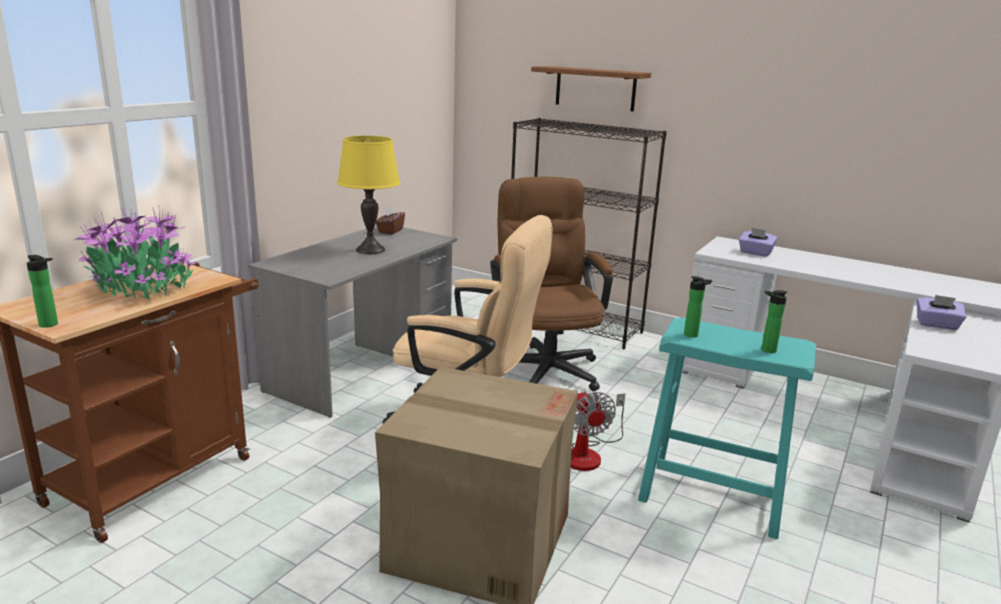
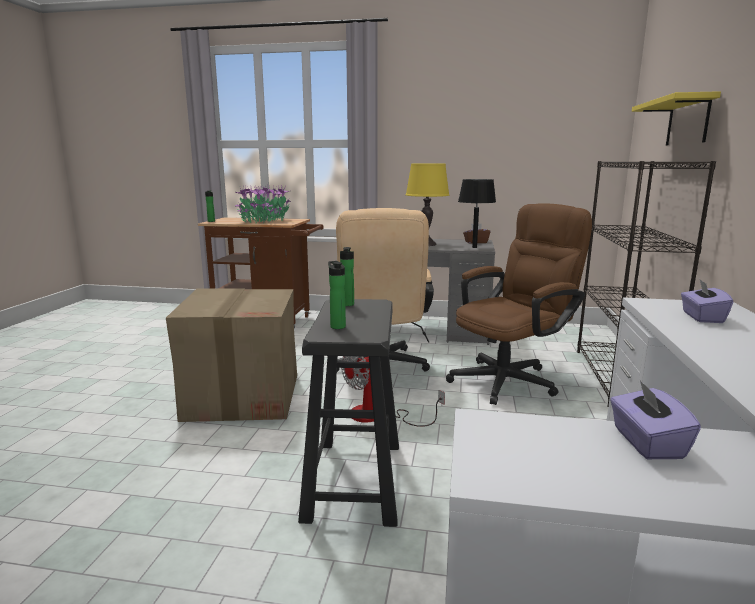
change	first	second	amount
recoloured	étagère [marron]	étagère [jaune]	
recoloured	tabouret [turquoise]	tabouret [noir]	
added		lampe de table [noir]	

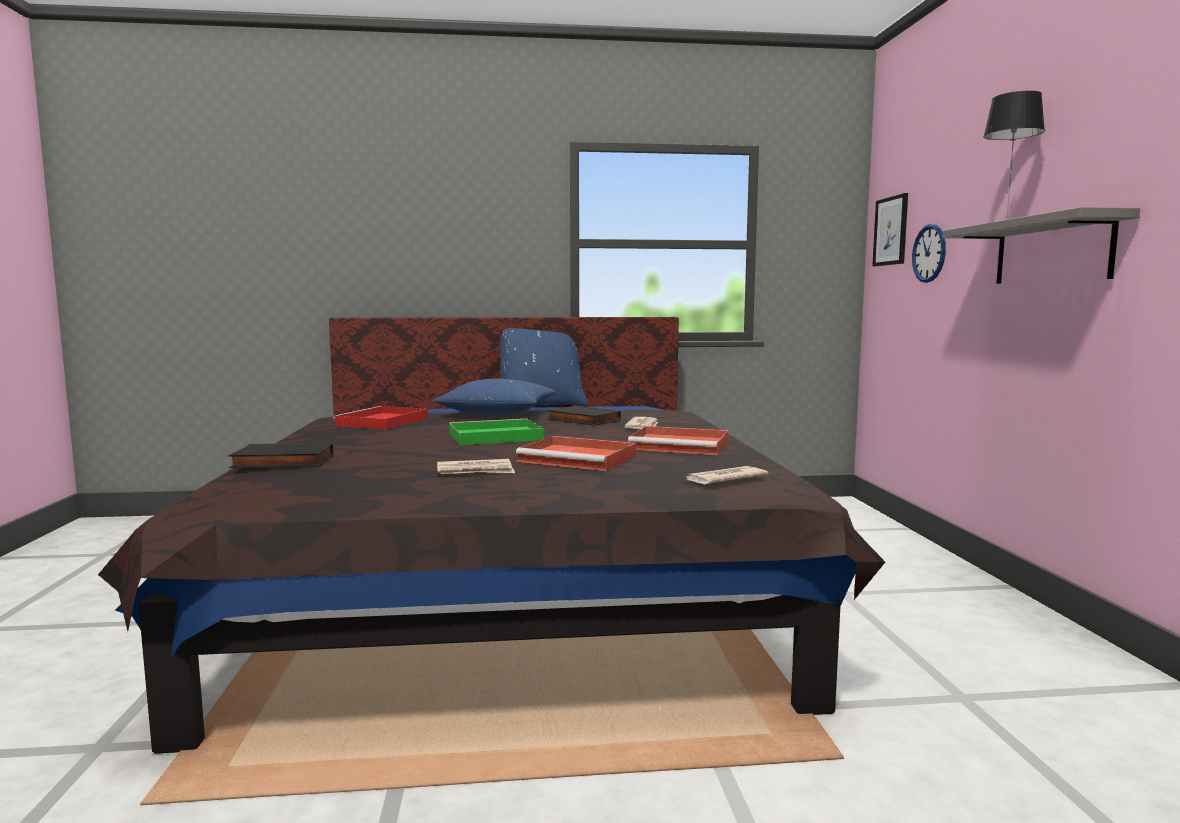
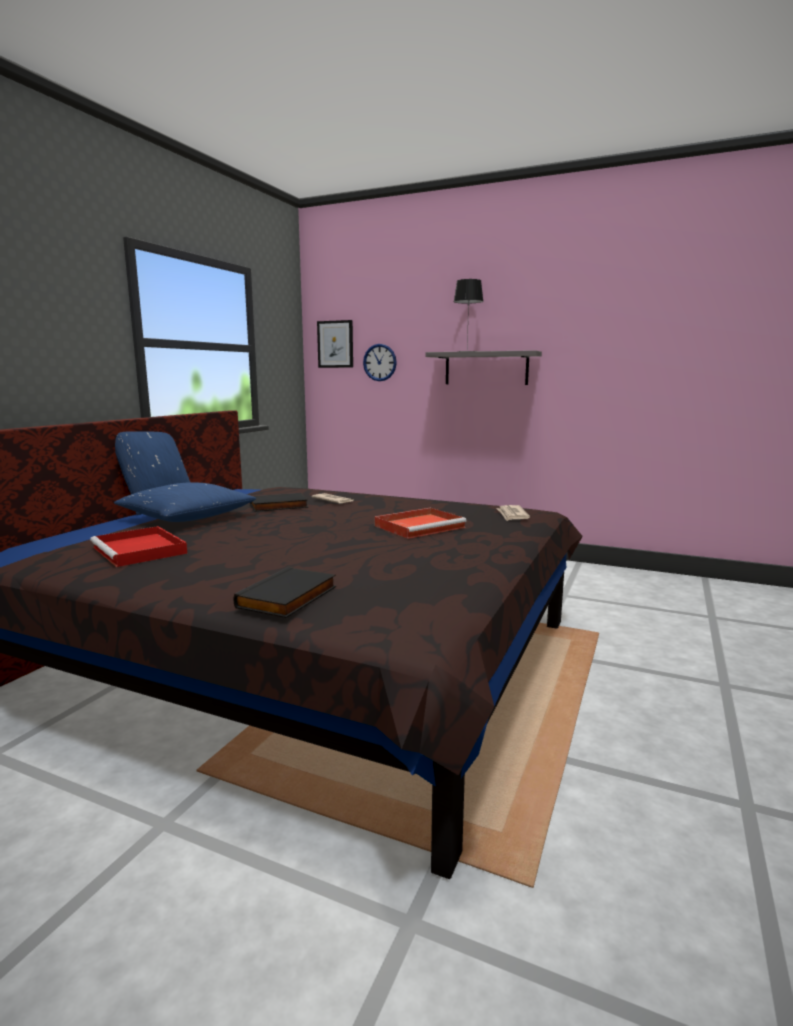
change	first	second	amount
removed	journal (1st from left)		
removed	plateau [vert]		
removed	plateau [rouge] (3rd from left)		

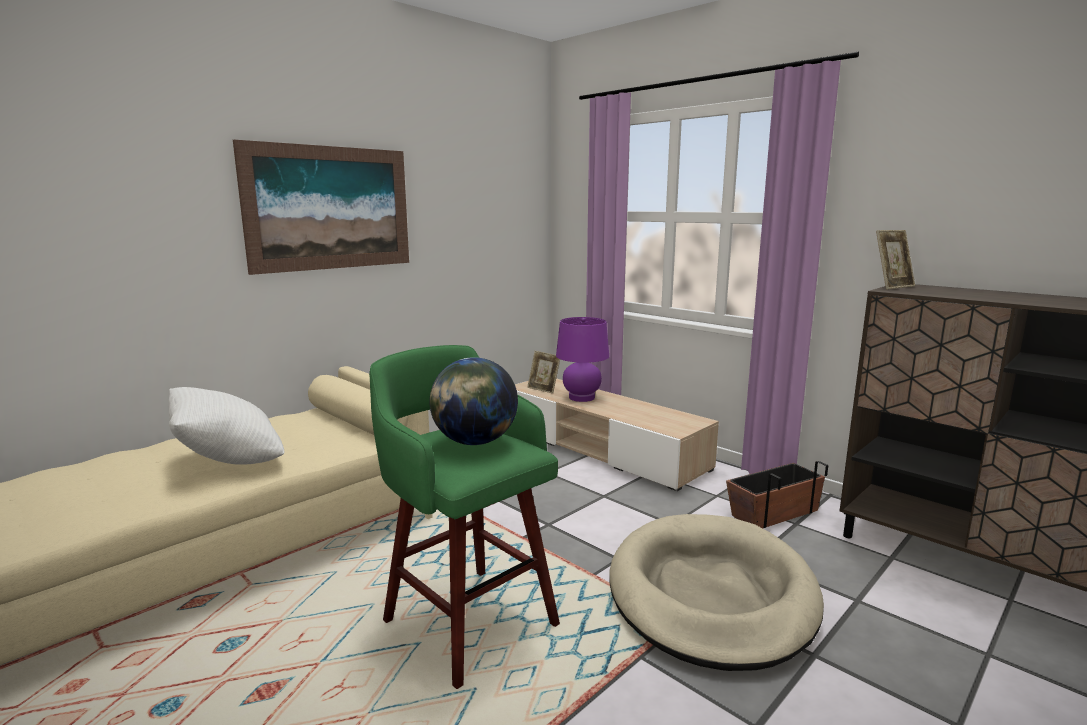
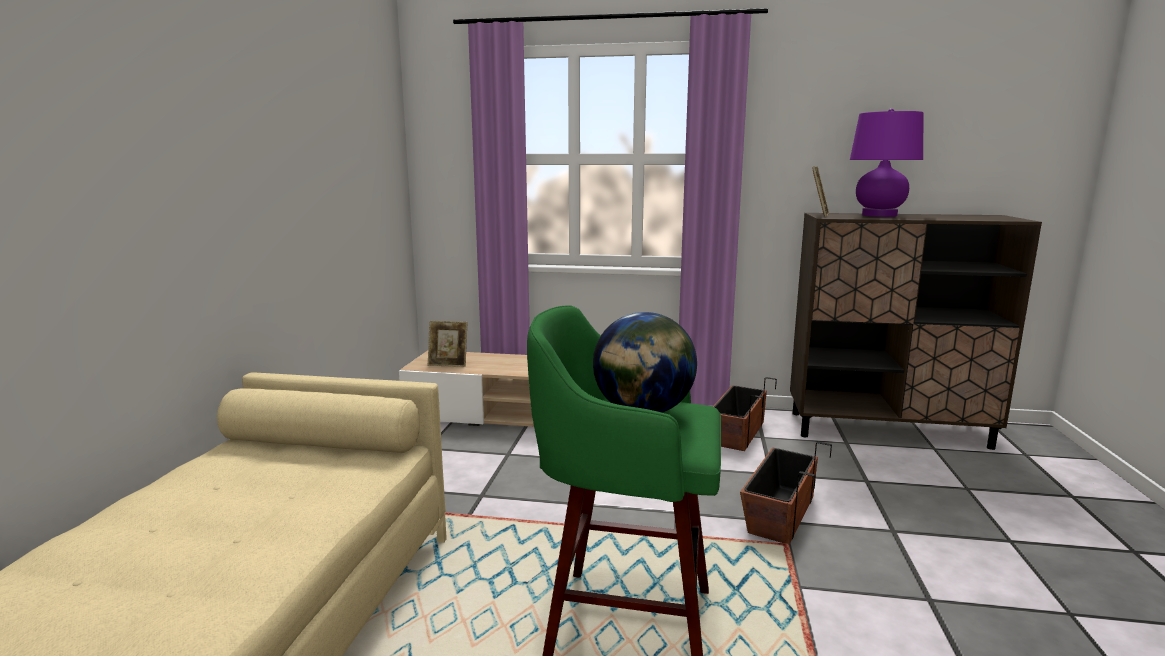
change	first	second	amount
removed	coussin [blanc]		
removed	tableau		
moved	lampe de table [violet]		
replaced	panier pour chien [beige]	cache-pot (2nd from left)	

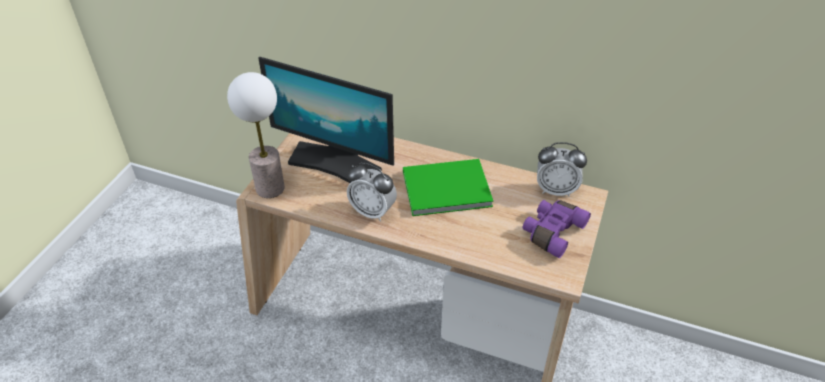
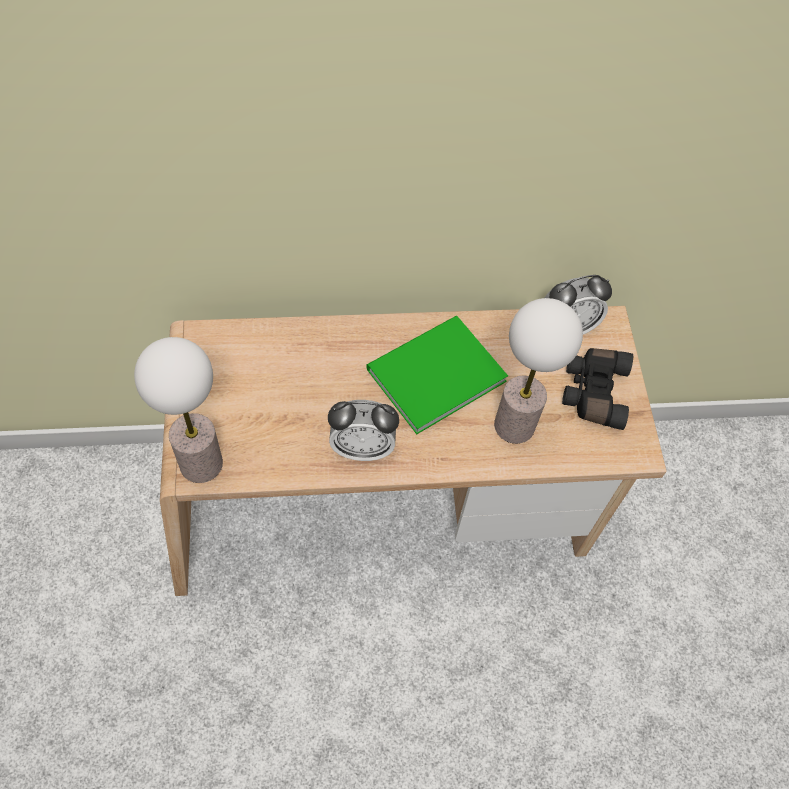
change	first	second	amount
removed	écran d'ordinateur		
recoloured	jumelles [violet]	jumelles [noir]	
added		lampe de table (2nd from left)	

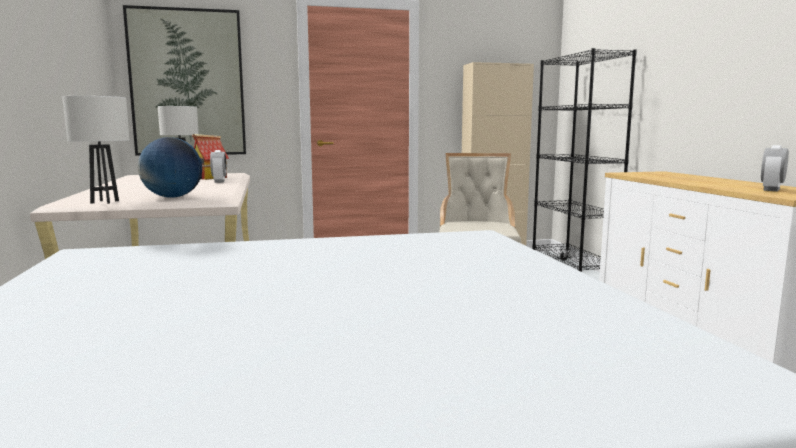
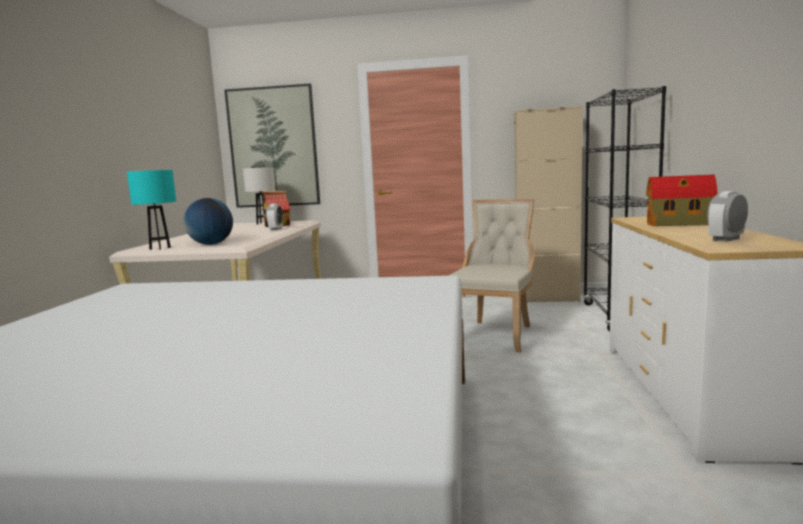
change	first	second	amount
recoloured	lampe de table [blanc] (1st from left)	lampe de table [turquoise]	
added		maison miniature (2nd from left)	

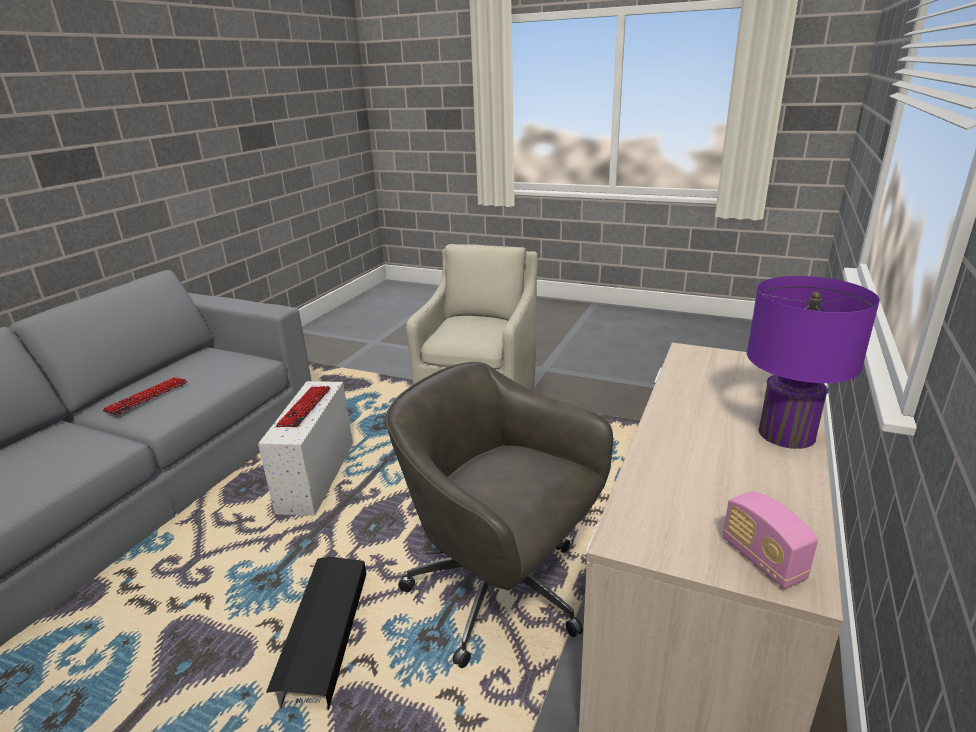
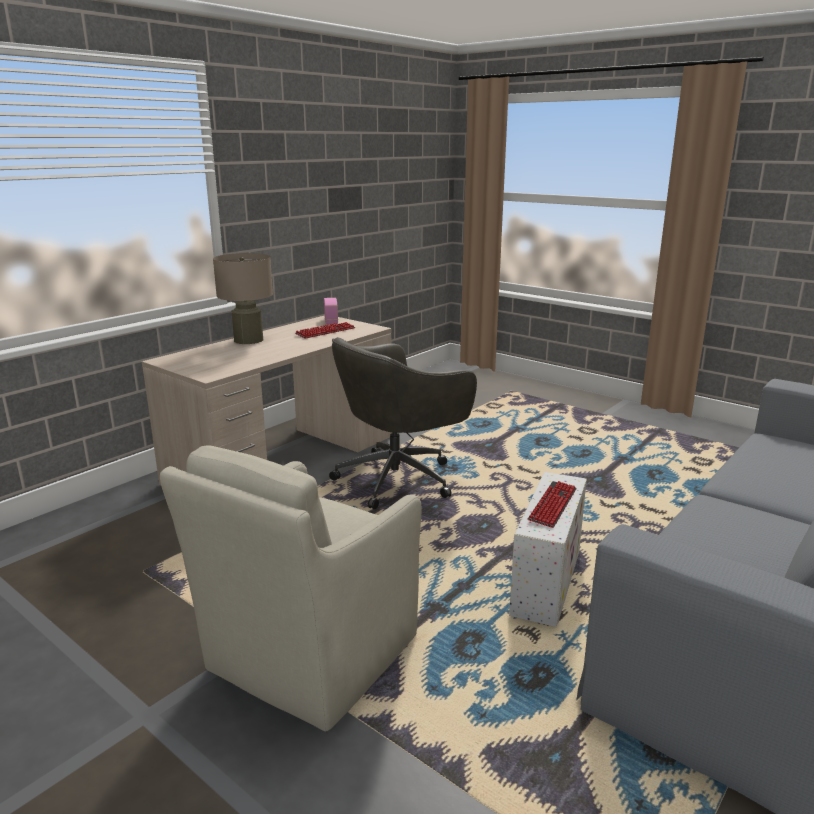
change	first	second	amount
moved	clavier (1st from left)		
removed	boîte de rangement [noir]		
turned	chaise de bureau [gris]		90 degrees clockwise
recoloured	lampe de table [violet]	lampe de table [beige]	

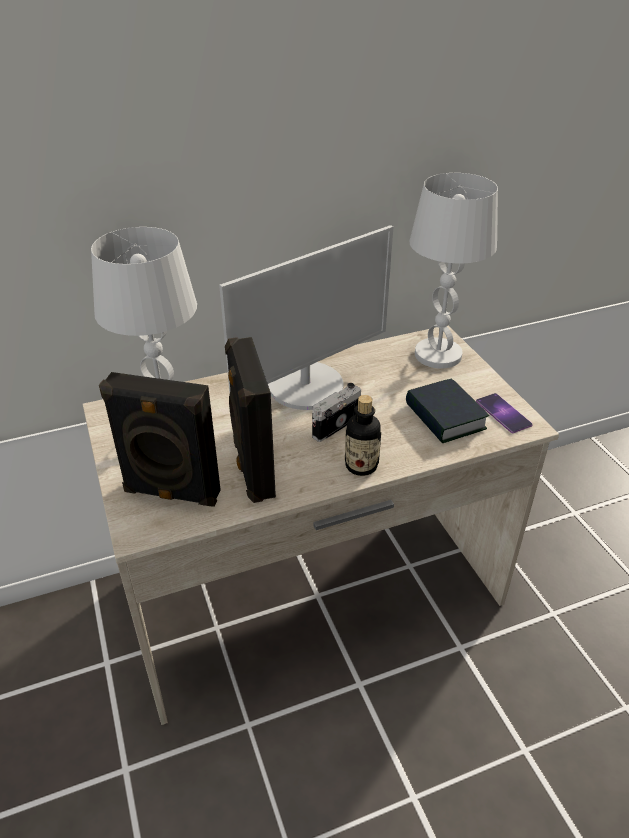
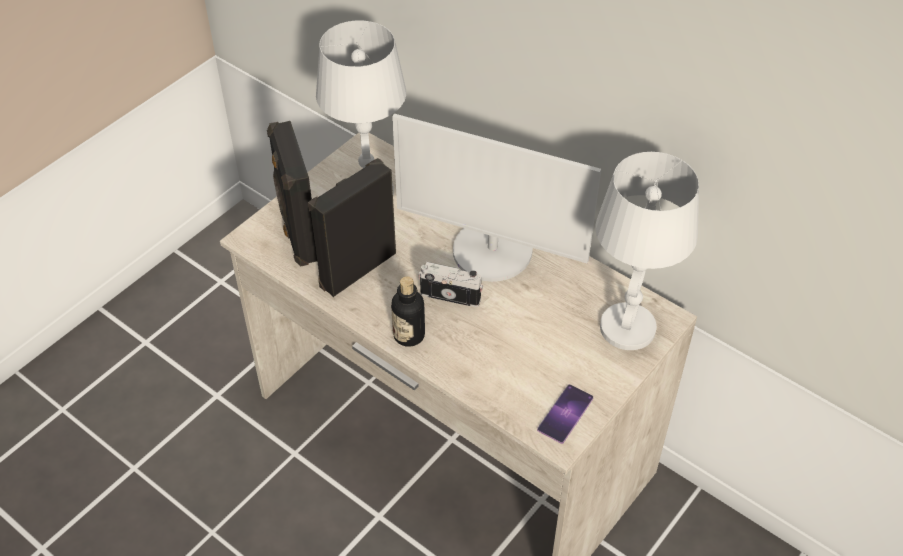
change	first	second	amount
removed	livre		

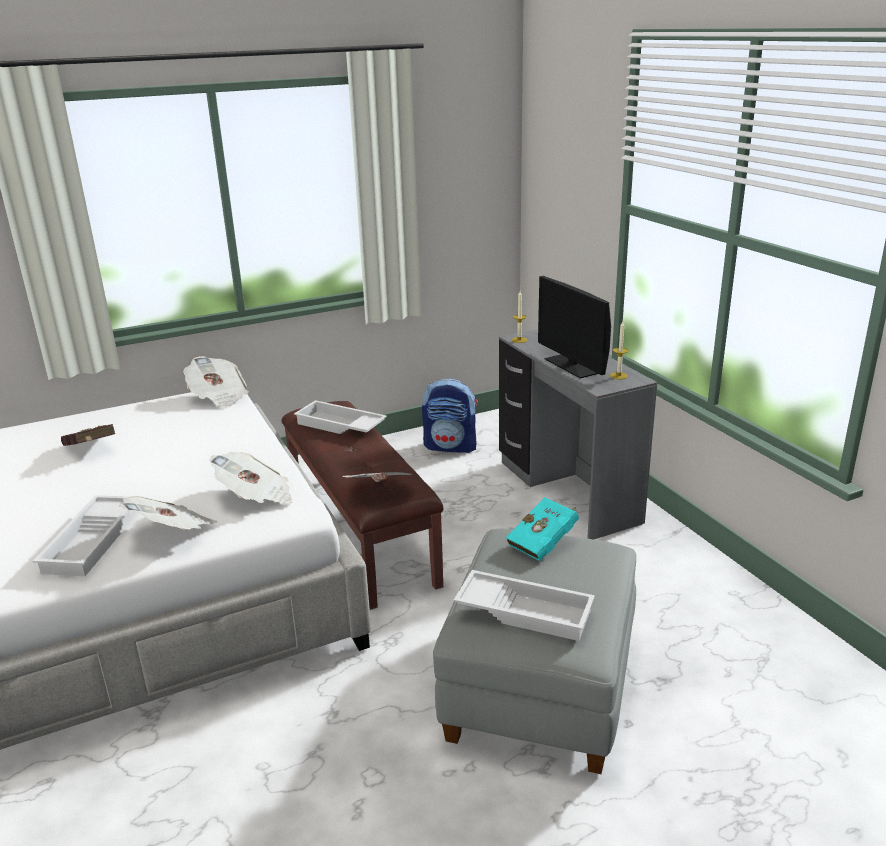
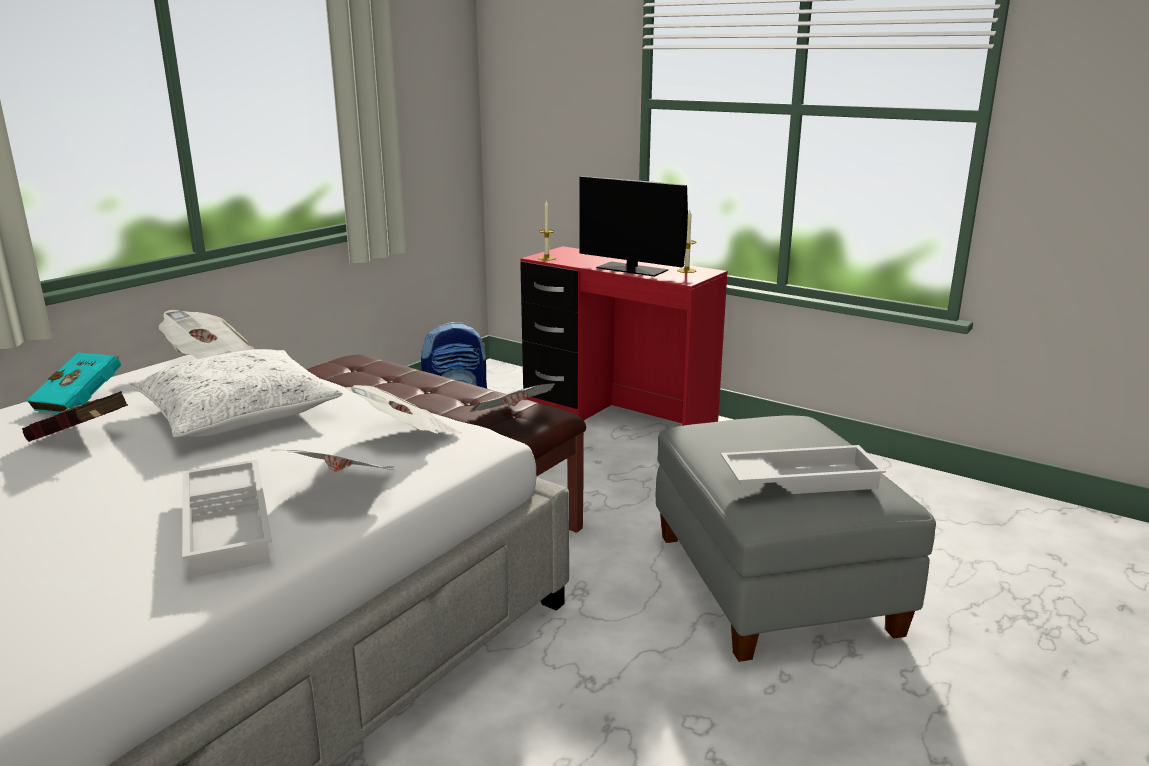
change	first	second	amount
removed	plateau [blanc] (2nd from left)		
recoloured	bureau [gris]	bureau [rouge]	
moved	livre [turquoise]		
added		coussin [blanc]	

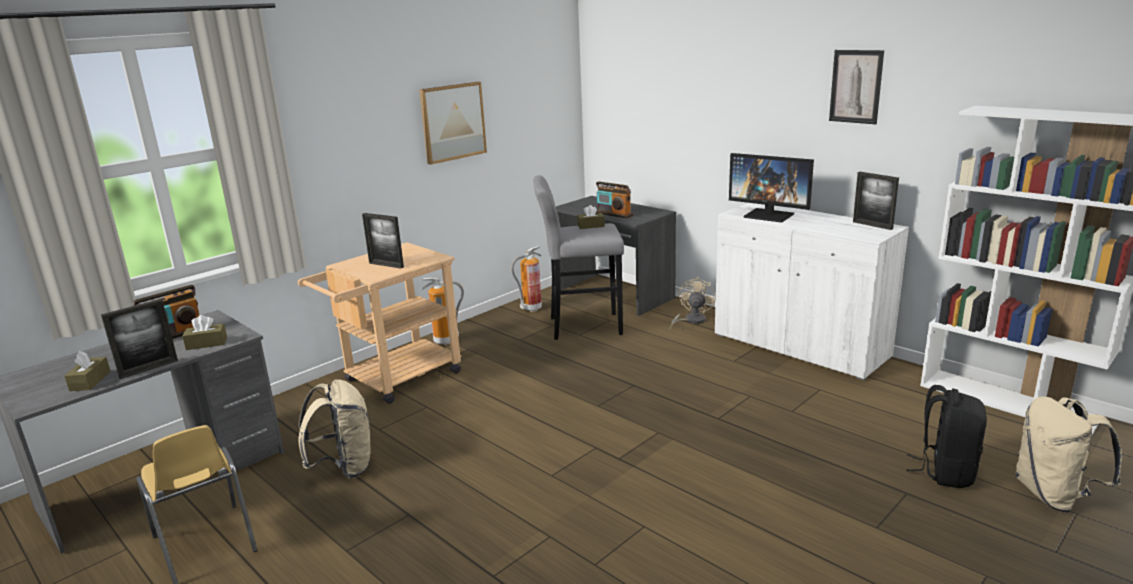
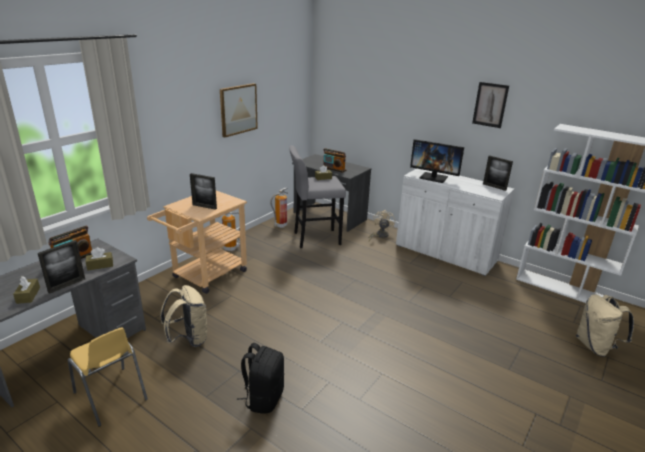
change	first	second	amount
moved	sac à dos [noir]		

